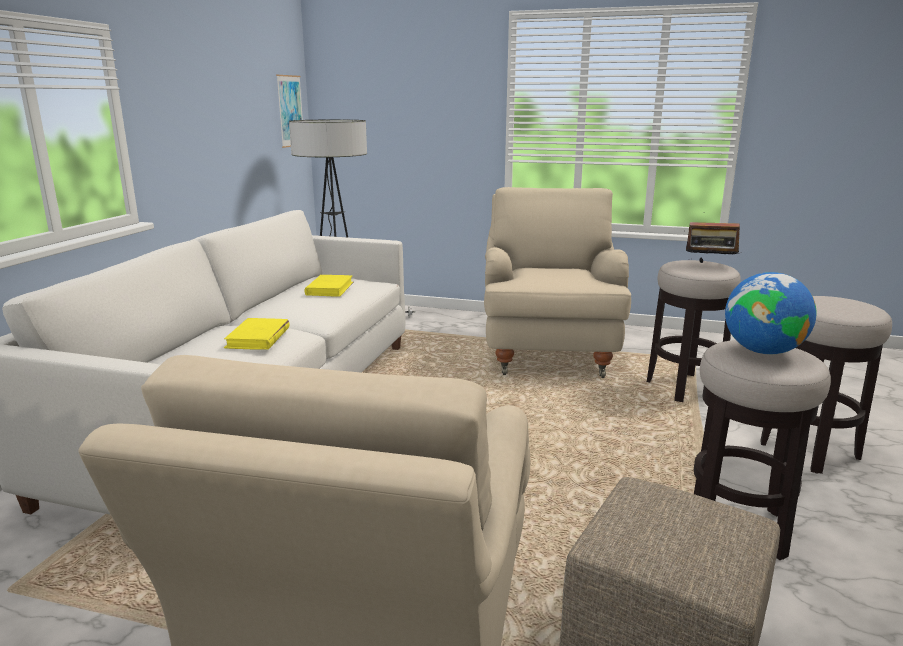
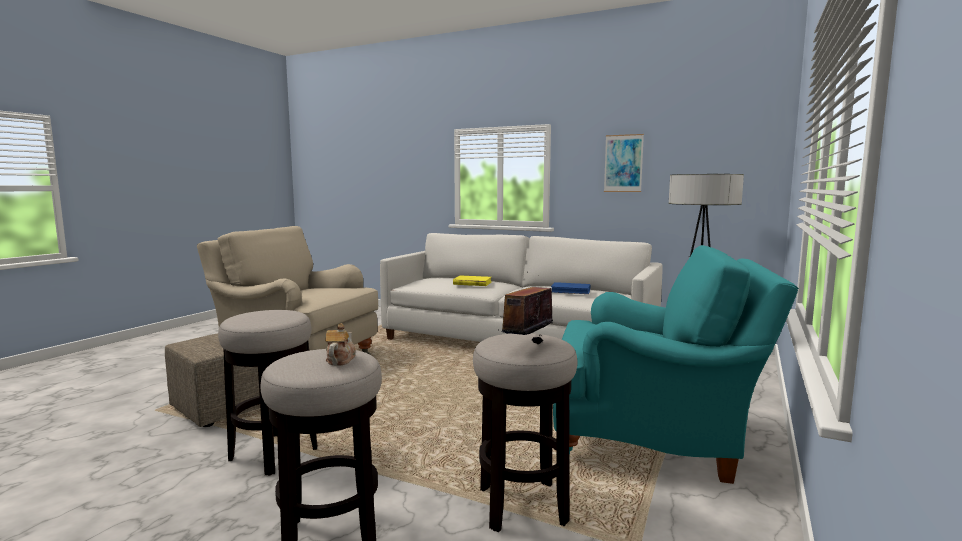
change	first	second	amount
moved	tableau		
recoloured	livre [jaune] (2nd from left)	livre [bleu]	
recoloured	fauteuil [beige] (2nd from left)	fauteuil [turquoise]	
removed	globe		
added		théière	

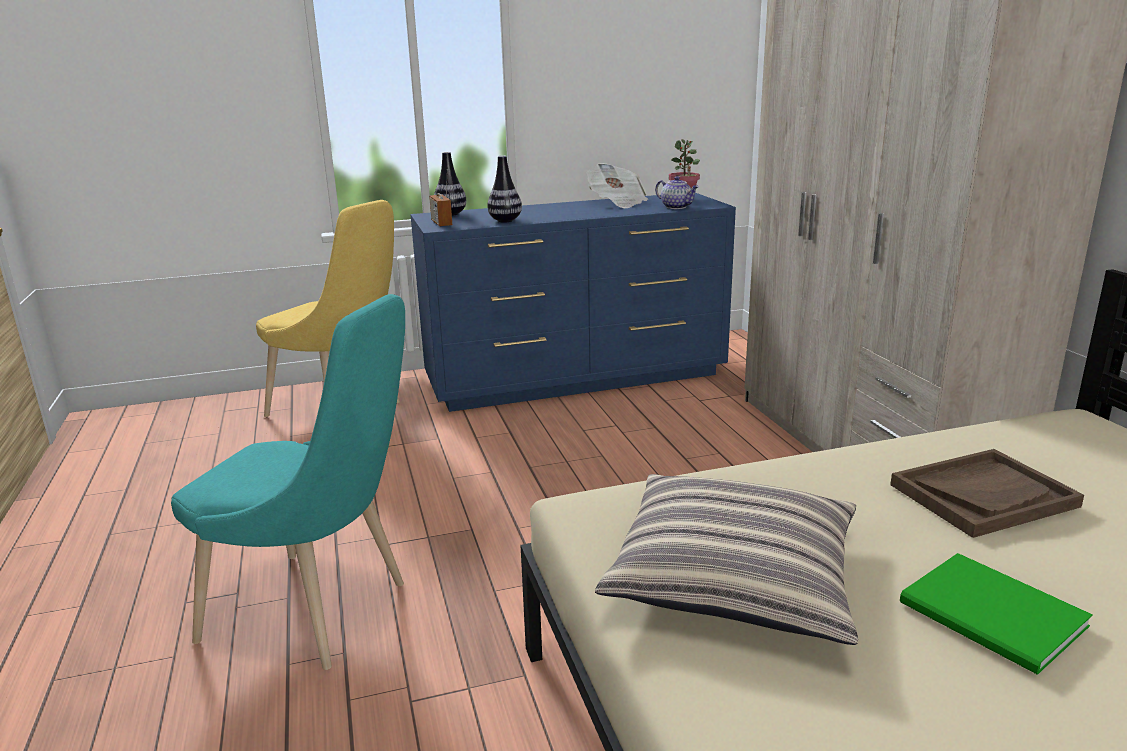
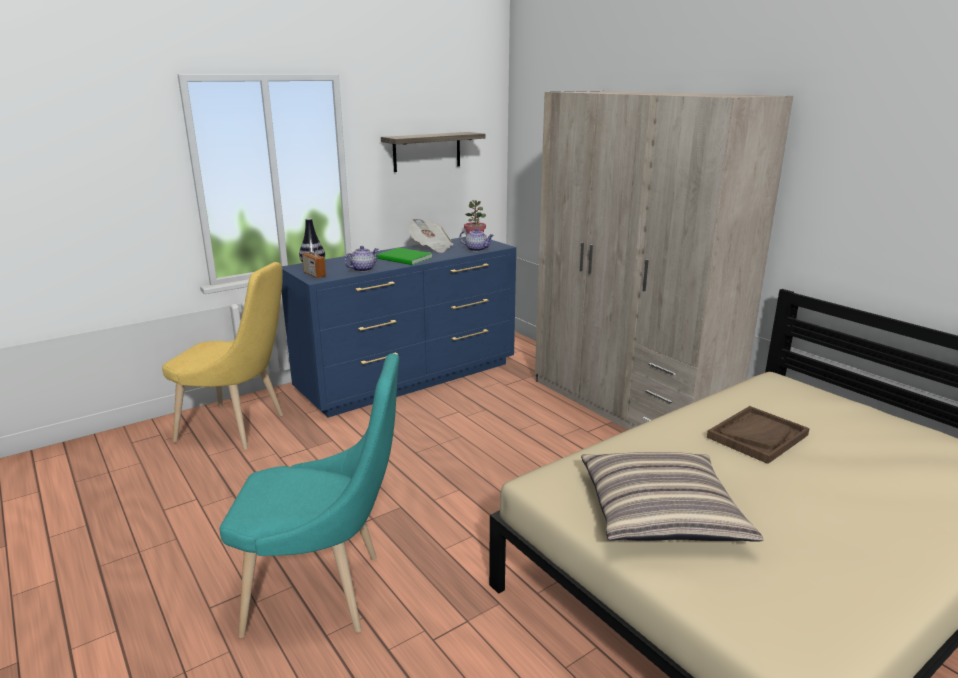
change	first	second	amount
replaced	vase (2nd from left)	théière (1st from left)	
moved	livre [vert]		
added		étagère	

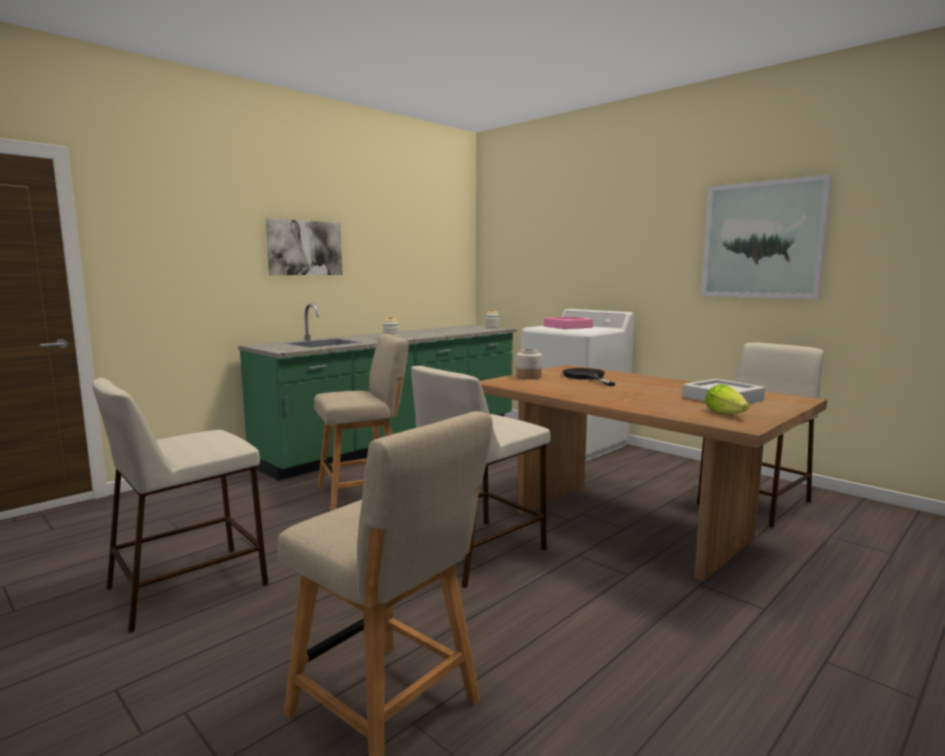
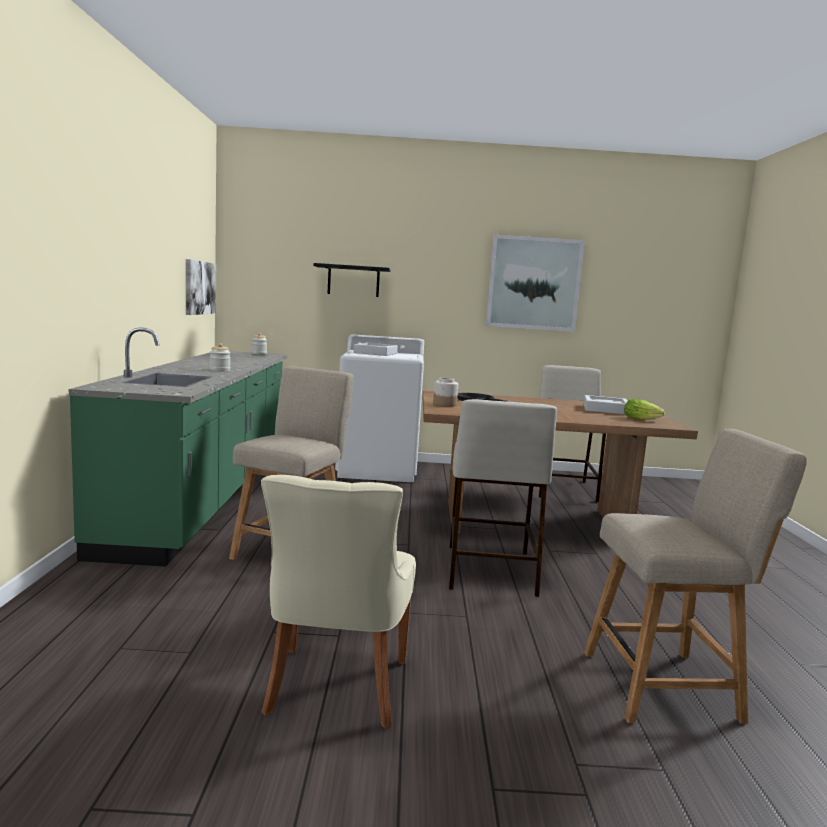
change	first	second	amount
replaced	tabouret [beige] (1st from left)	chaise [beige] (2nd from left)	
moved	tableau (1st from left)		
recoloured	plateau [rose]	plateau [gris] (1st from left)	
added		étagère [noir]	

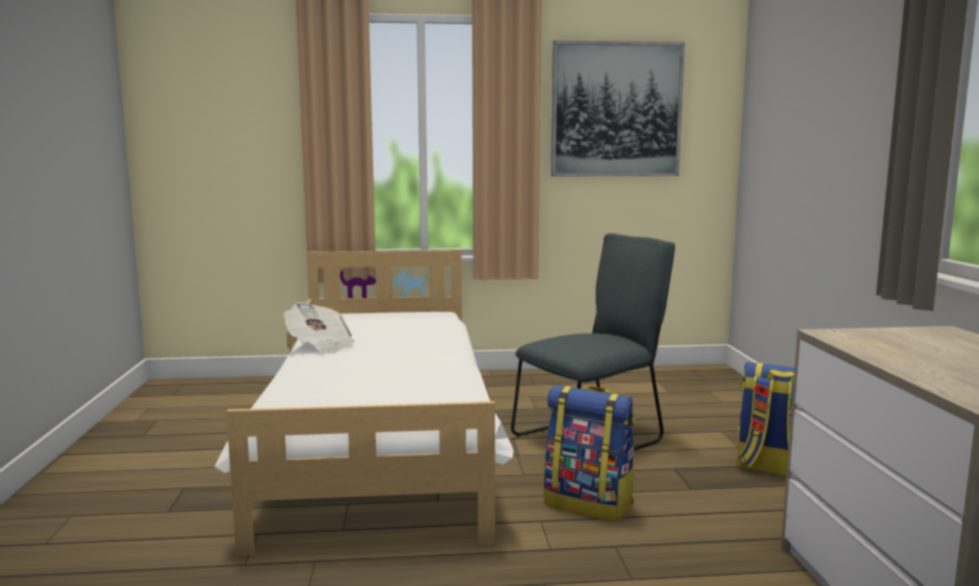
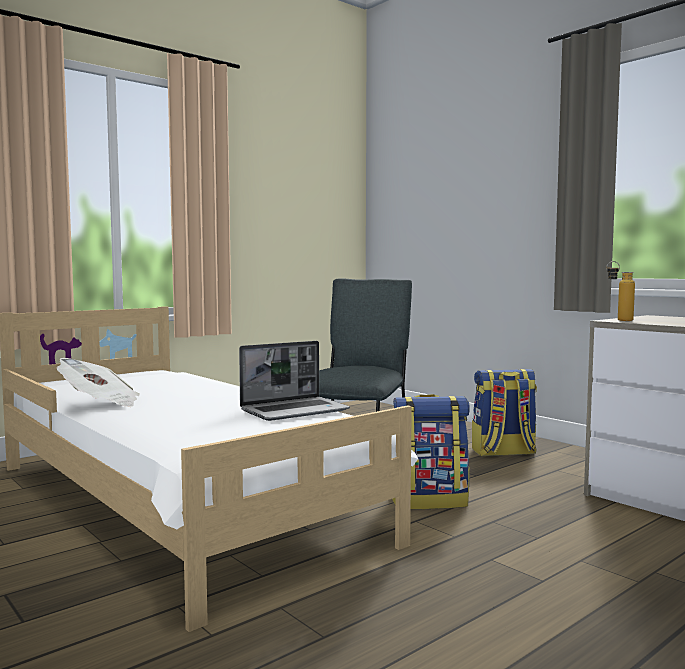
change	first	second	amount
removed	tableau		
added		ordinateur portable	
added		bouteille	

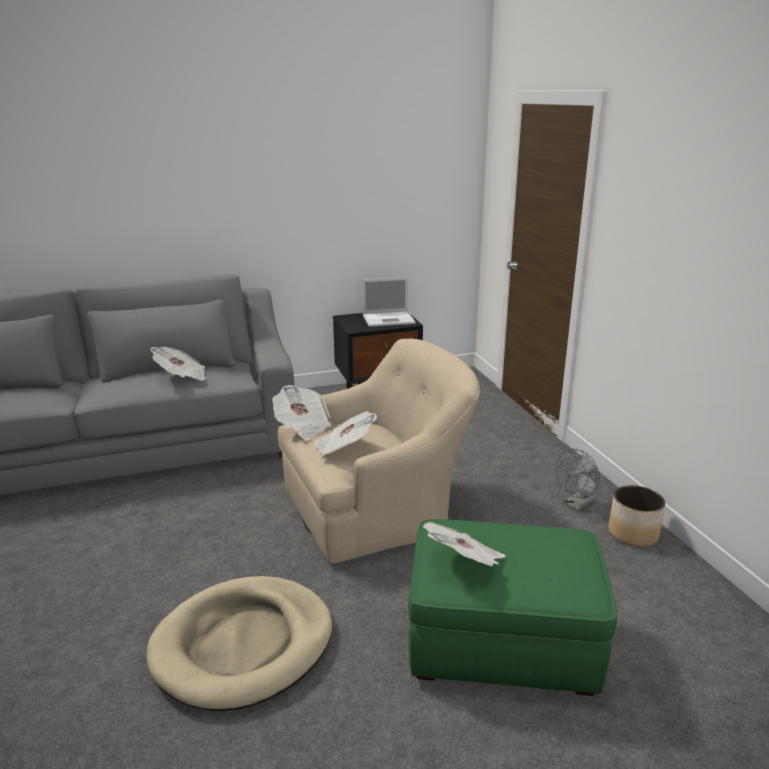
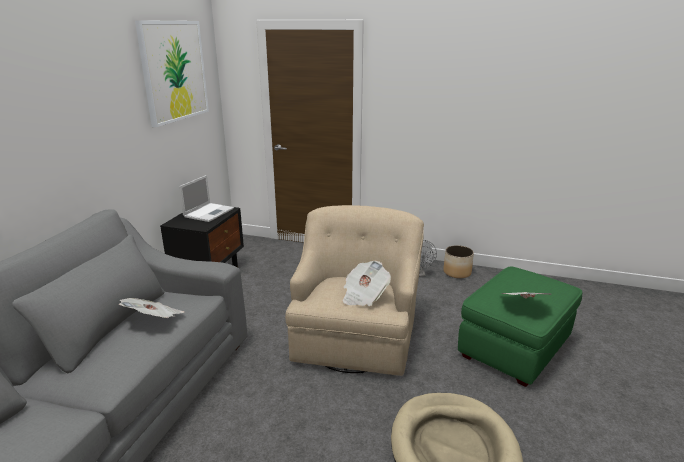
change	first	second	amount
removed	journal (2nd from left)		
added		tableau	

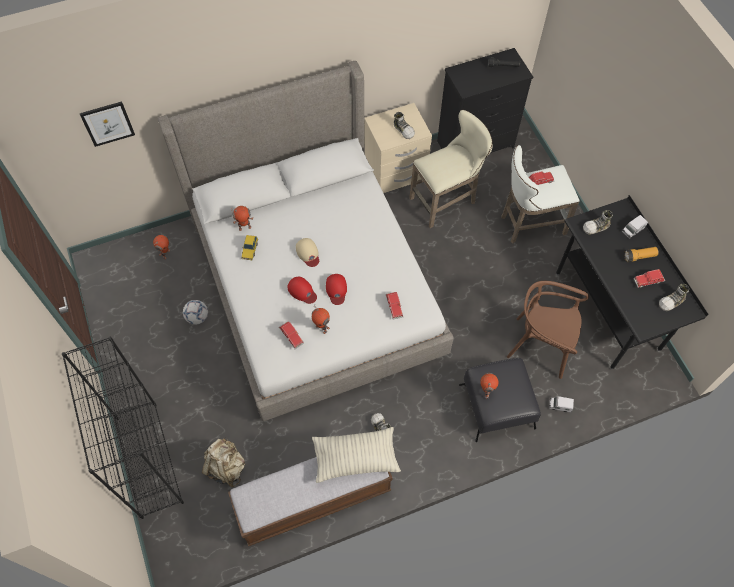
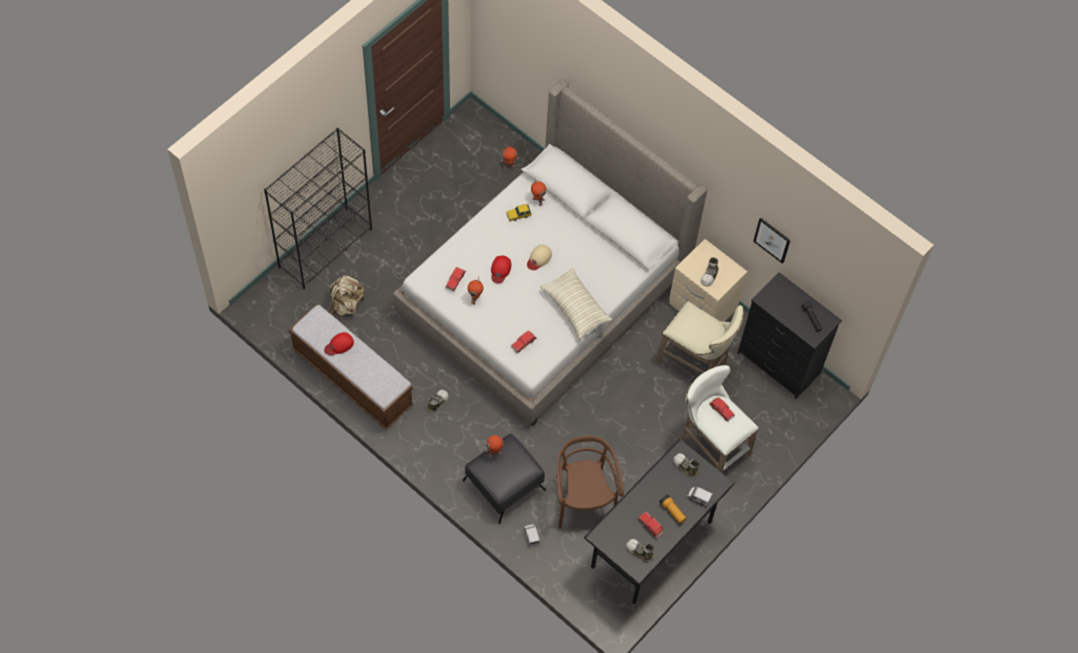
change	first	second	amount
moved	tableau		
removed	ballon de foot		
moved	coussin		
moved	casquette [rouge] (2nd from left in the first image)	casquette [rouge] (1st from left)	

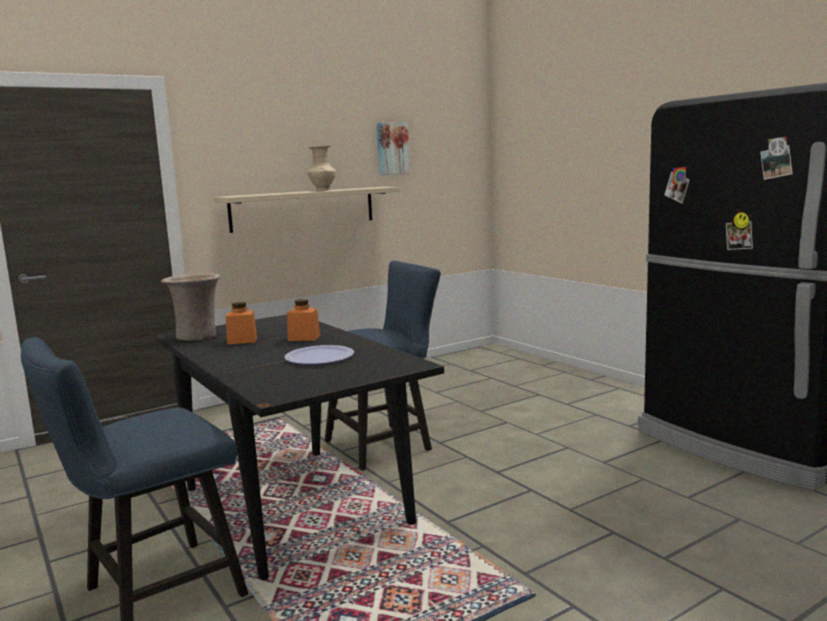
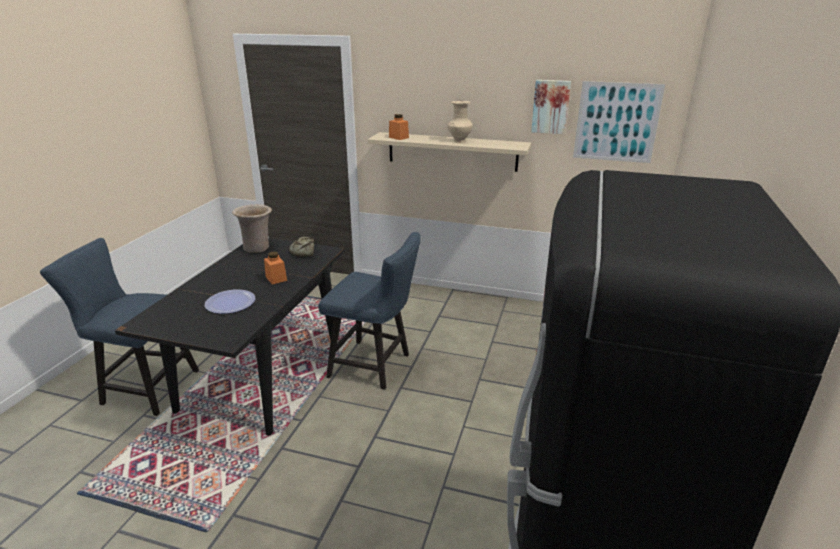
change	first	second	amount
moved	bocal [orange] (1st from left in the first image)	bocal [orange] (2nd from left)	
added		pain	
added		tableau (2nd from left)	

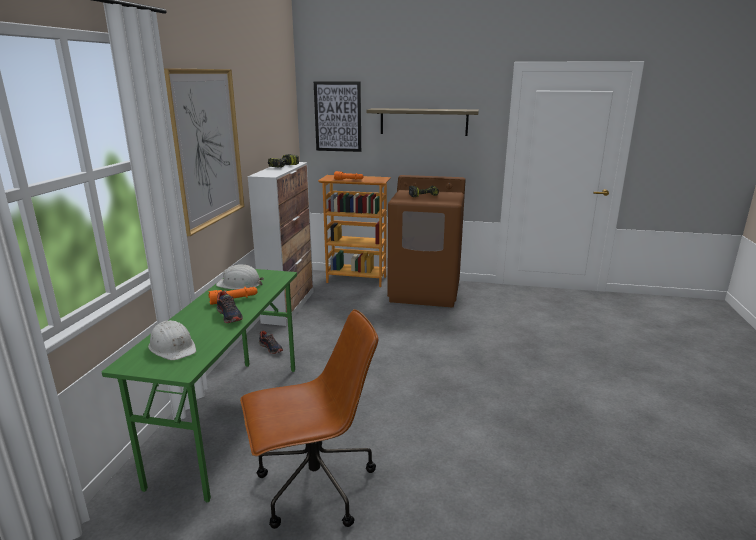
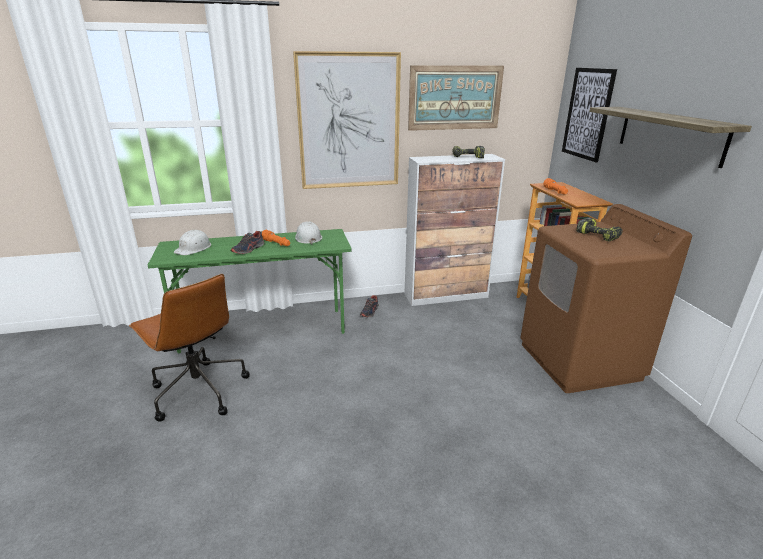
change	first	second	amount
added		tableau (2nd from left)	

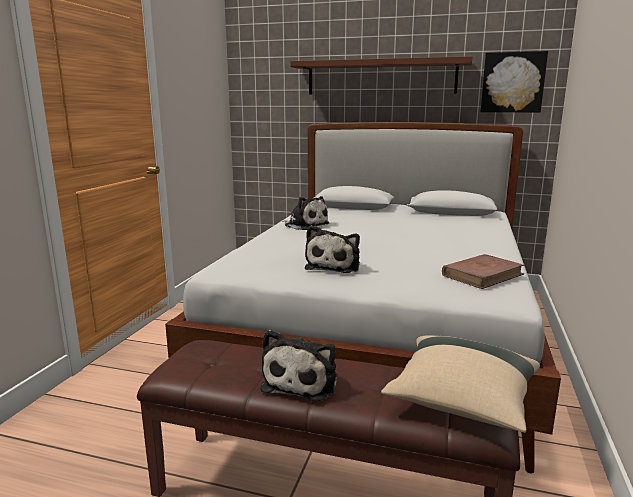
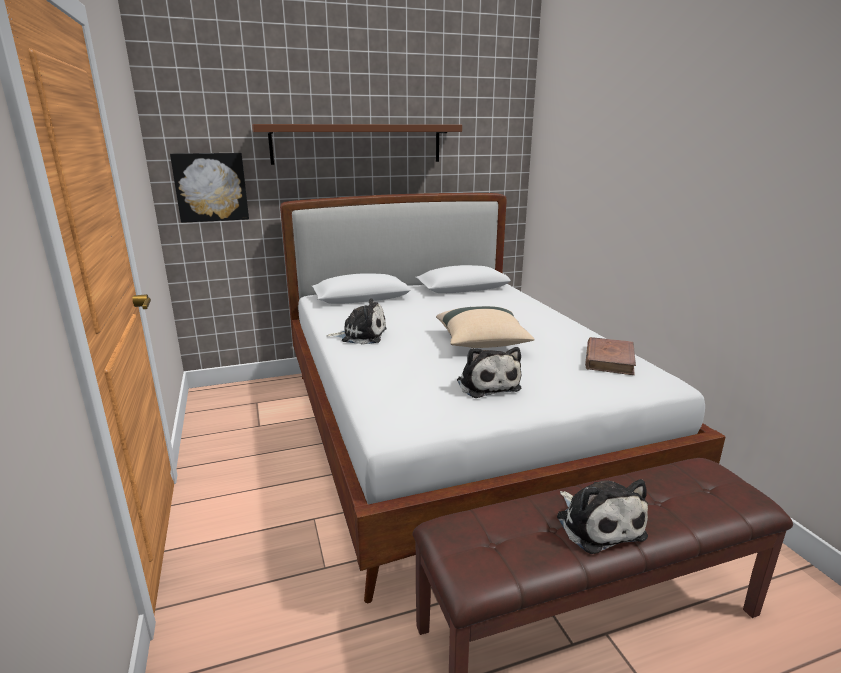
change	first	second	amount
moved	coussin [beige]		
moved	tableau		

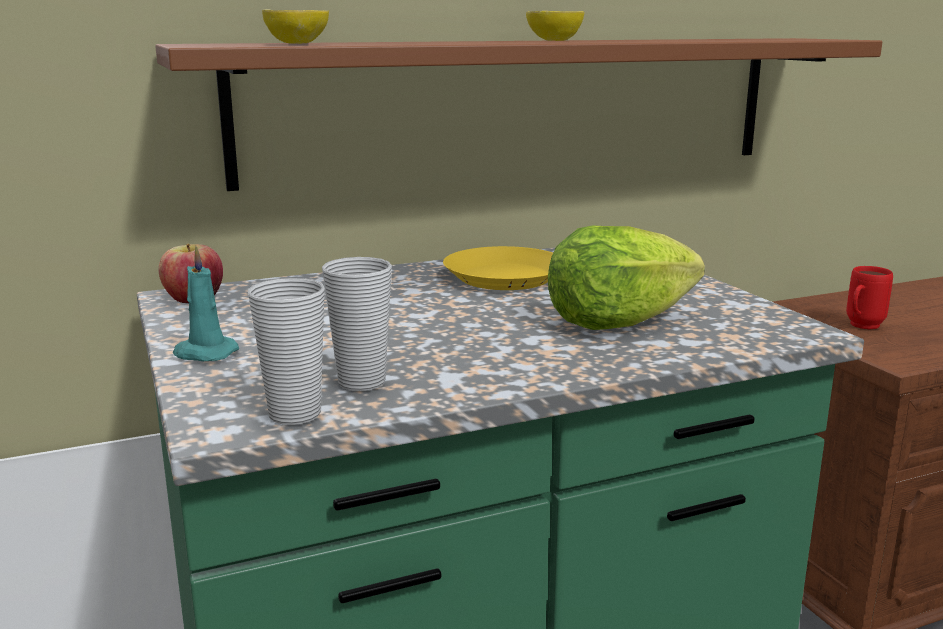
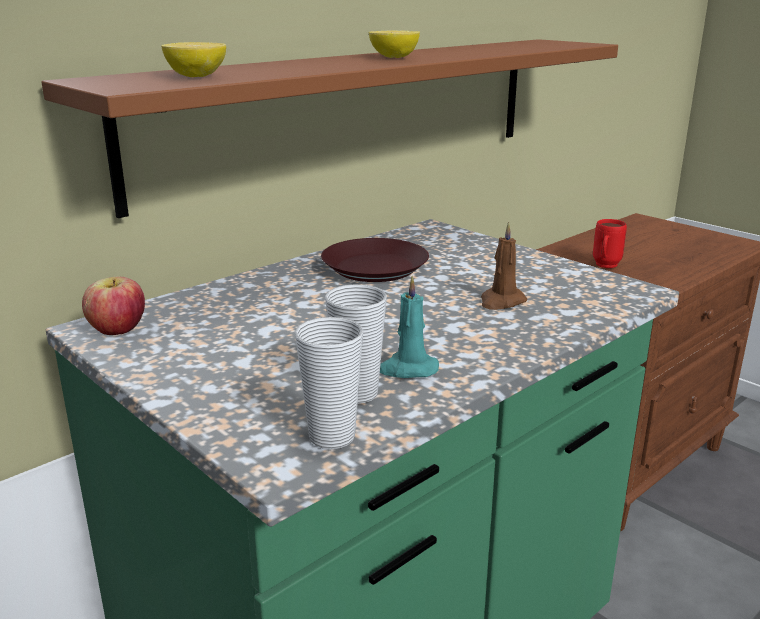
change	first	second	amount
moved	bougie [turquoise]		
recoloured	assiette [jaune]	assiette [marron]	
replaced	laitue	bougie [marron]	

